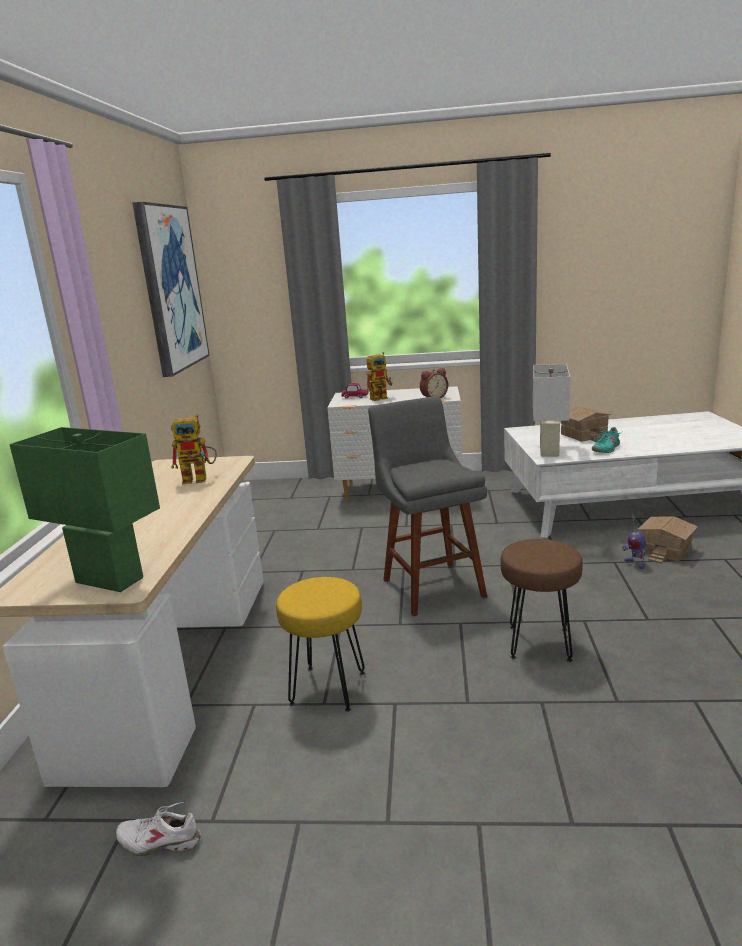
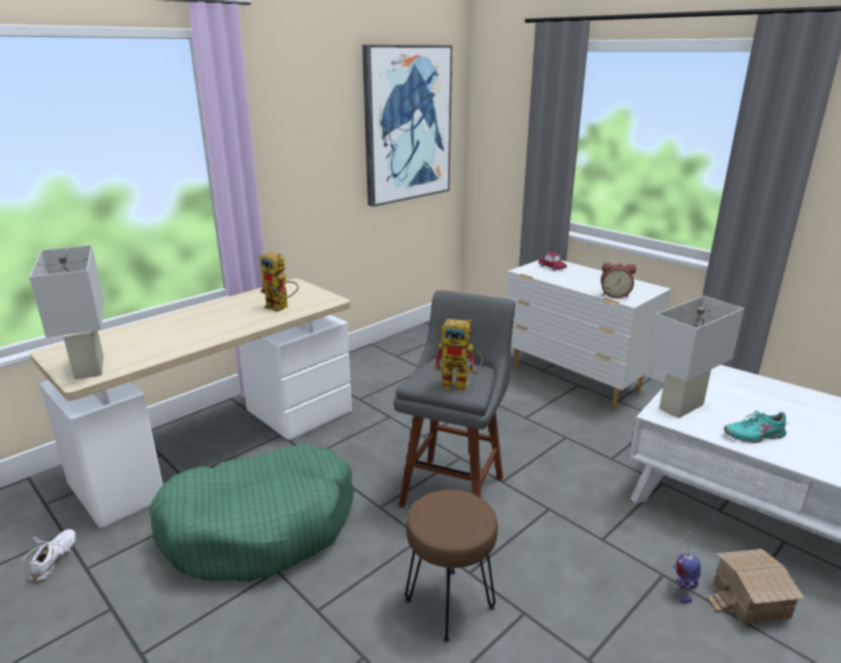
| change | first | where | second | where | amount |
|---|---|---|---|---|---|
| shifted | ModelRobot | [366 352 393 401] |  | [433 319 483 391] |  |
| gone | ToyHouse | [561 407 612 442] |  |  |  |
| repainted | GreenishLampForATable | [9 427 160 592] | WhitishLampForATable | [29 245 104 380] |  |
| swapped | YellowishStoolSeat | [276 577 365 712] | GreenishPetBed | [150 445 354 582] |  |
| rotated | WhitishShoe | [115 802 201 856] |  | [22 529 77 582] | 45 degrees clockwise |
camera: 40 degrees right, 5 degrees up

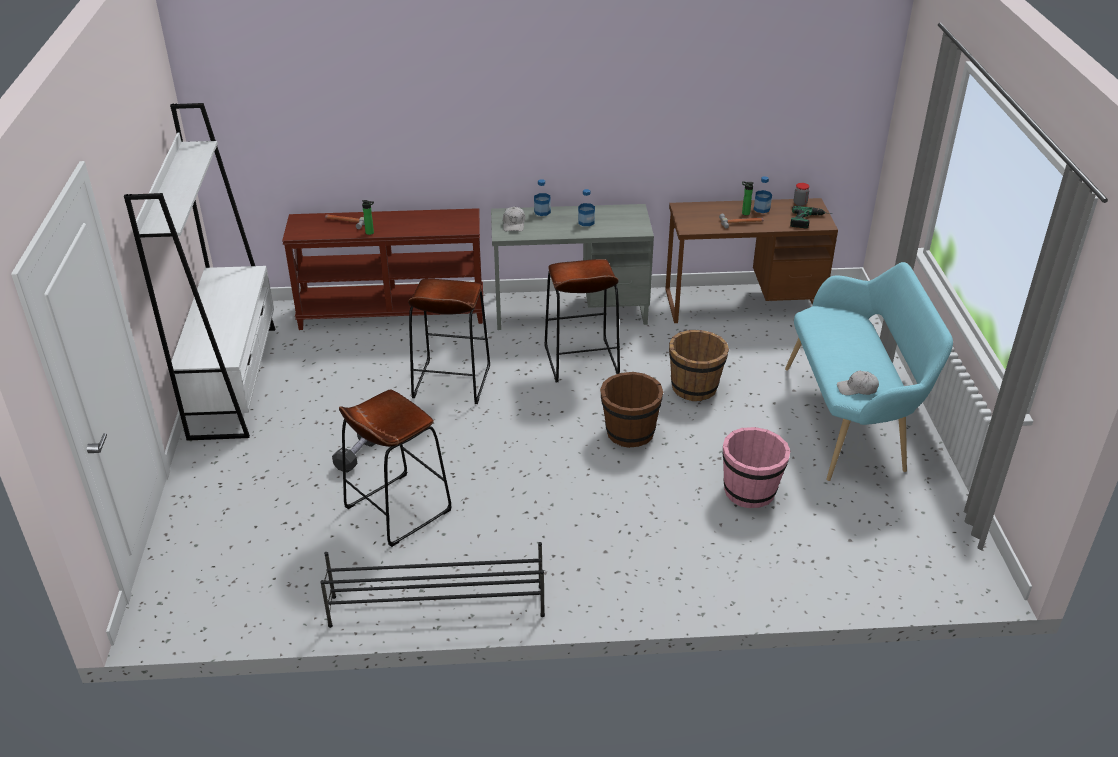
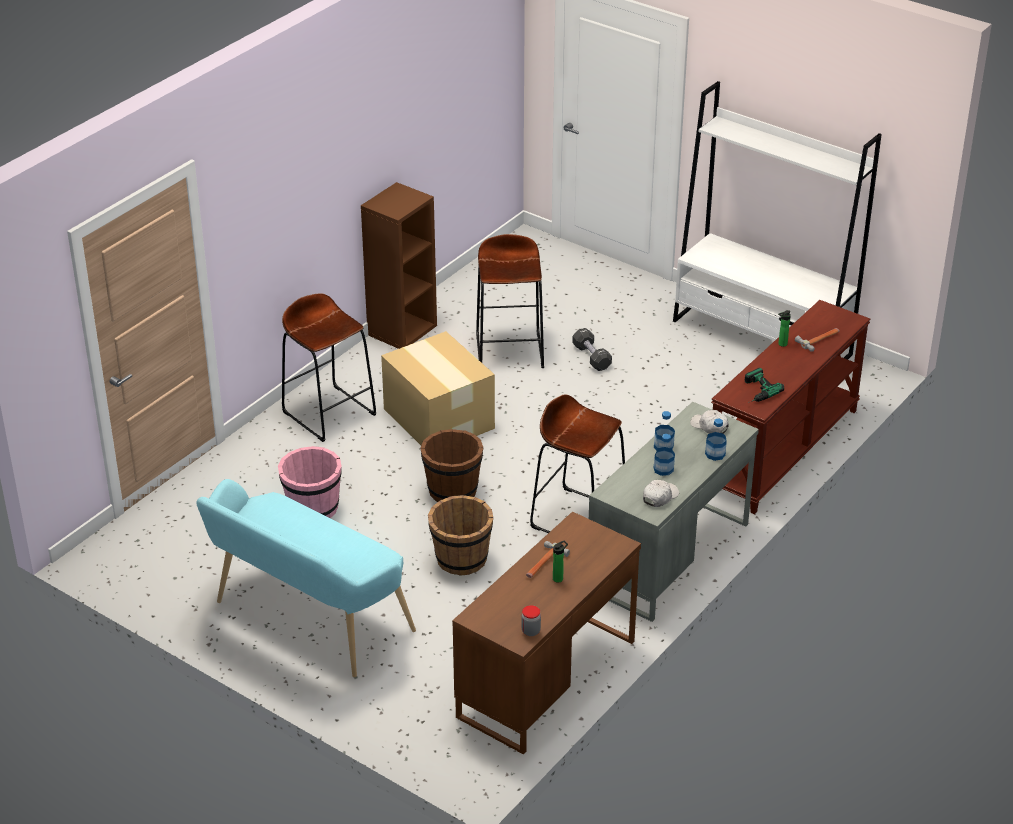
| change | first | where | second | where | amount |
|---|---|---|---|---|---|
| shifted | Bottle | [754 176 772 213] |  | [654 411 675 450] |  |
| shifted | Drill | [790 206 833 228] |  | [745 368 784 403] |  |
| shifted | BrownishStoolSeat | [408 279 490 404] |  | [282 293 376 442] |  |
| shifted | WhitishPeakedCap | [837 371 879 395] |  | [643 480 679 507] |  |
| swapped | BlackColouredShoeRack | [320 542 545 628] | BrownishBookshelf | [361 182 437 349] |  |
| new |  |  | CardboardBox | [381 331 495 445] |  |
camera: 130 degrees right, 0 degrees up

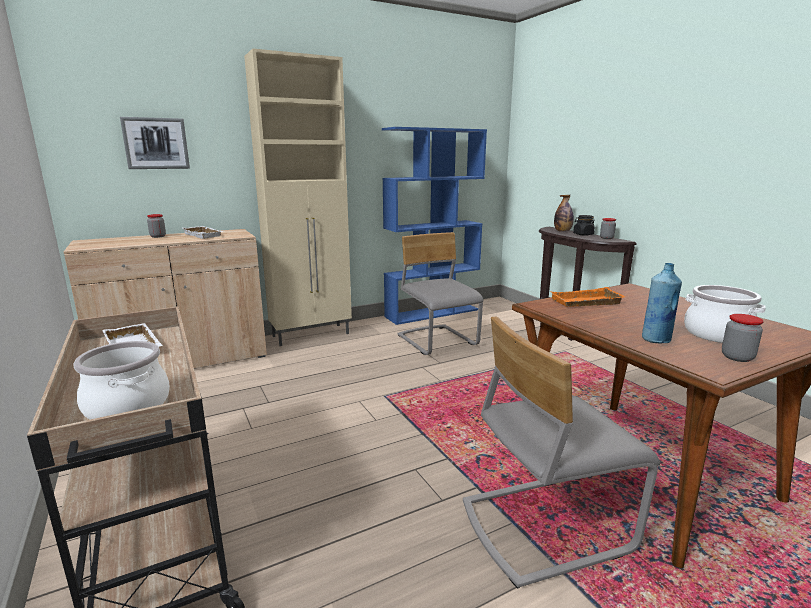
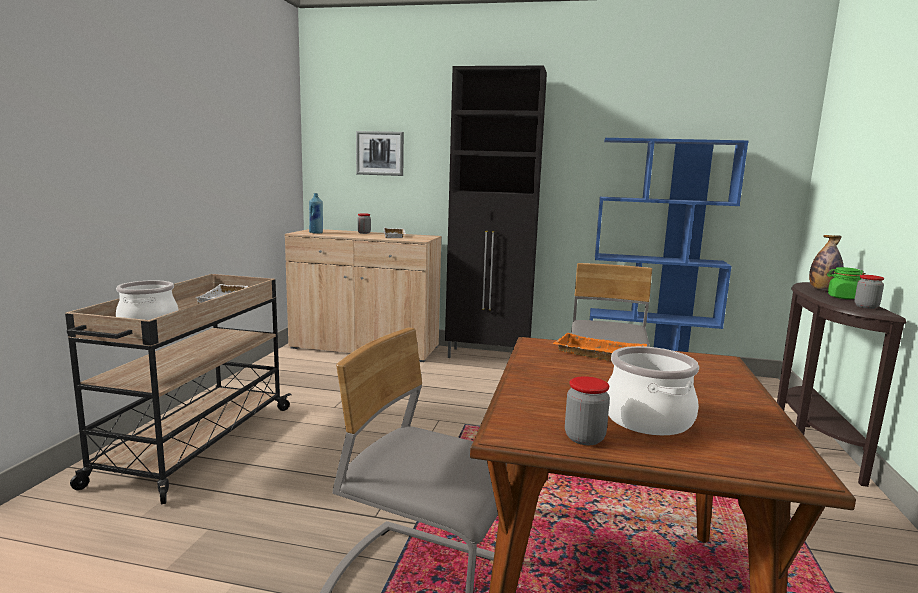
| change | first | where | second | where | amount |
|---|---|---|---|---|---|
| repainted | SandColouredCabinet | [244 48 352 346] | BlackColouredCabinet | [445 66 547 358] |  |
| repainted | BlackColouredPreserveJar | [573 215 595 236] | GreenishPreserveJar | [827 267 865 299] |  |
| shifted | BluishBottle | [642 263 682 343] |  | [309 193 323 234] |  |
camera: 40 degrees right, 5 degrees down

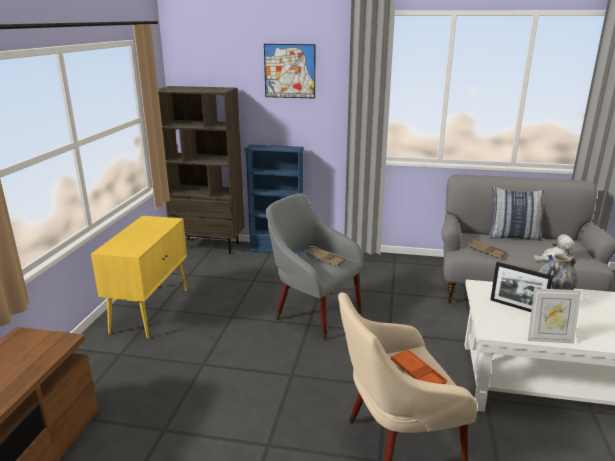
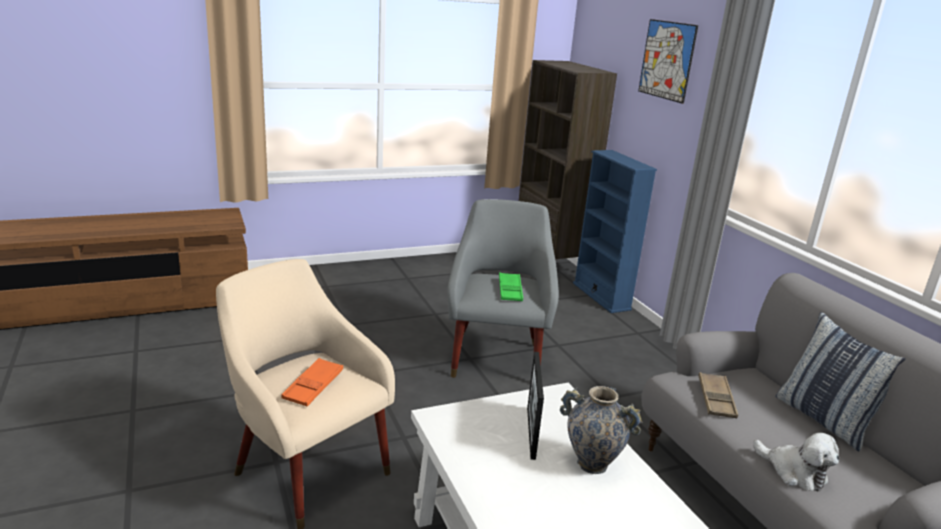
| change | first | where | second | where | amount |
|---|---|---|---|---|---|
| gone | YellowishCabinet | [91 216 188 339] |  |  |  |
| repainted | BrownishTray | [306 247 346 266] | GreenishTray | [499 272 523 301] |  |
| gone | PictureFrame | [528 288 581 344] |  |  |  |
camera: 55 degrees right, 0 degrees up

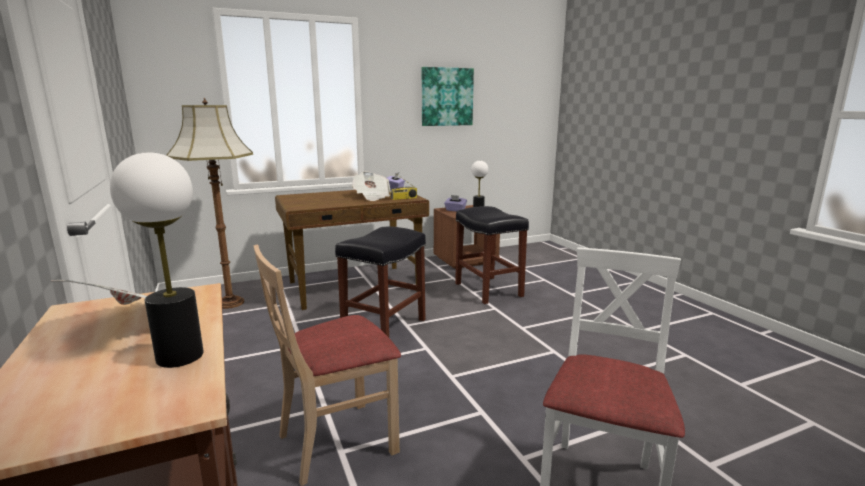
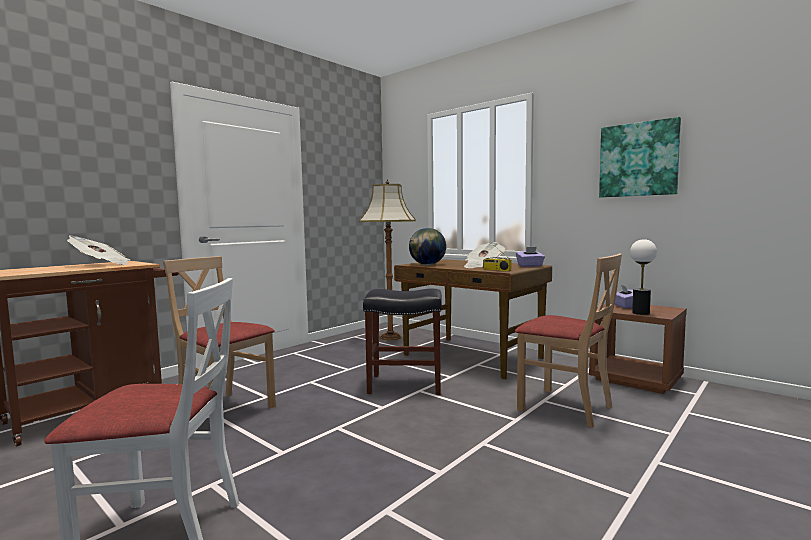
| change | first | where | second | where | amount |
|---|---|---|---|---|---|
| gone | LampForATable | [110 152 204 368] |  |  |  |
| swapped | BlackColouredStoolSeat | [455 206 529 304] | SandColouredUprightChair | [515 253 622 428] |  |
| new |  |  | DeskGlobe | [409 228 446 265] |  |
camera: 65 degrees right, 10 degrees down

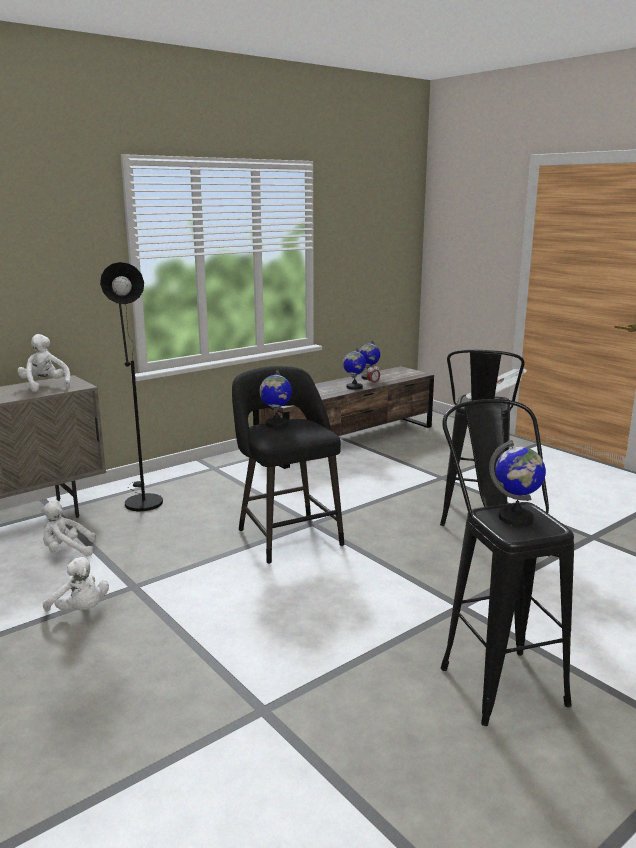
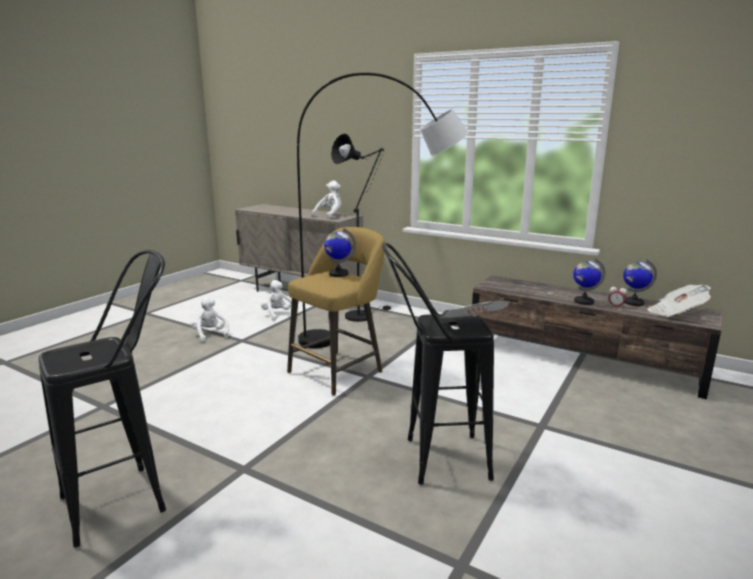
| change | first | where | second | where | amount |
|---|---|---|---|---|---|
| repainted | BlackColouredStoolSeat | [232 366 344 564] | YellowishStoolSeat | [287 227 385 396] |  |
| gone | DeskGlobe | [489 440 546 526] |  |  |  |
| rotated | WhitishSoftToy | [43 557 109 612] |  | [191 296 229 342] | 135 degrees clockwise |
| new |  |  | GrayFloorLamp | [297 72 469 348] |  |
| new |  |  | Newspaper | [648 285 711 317] |  |
camera: 70 degrees right, 0 degrees up

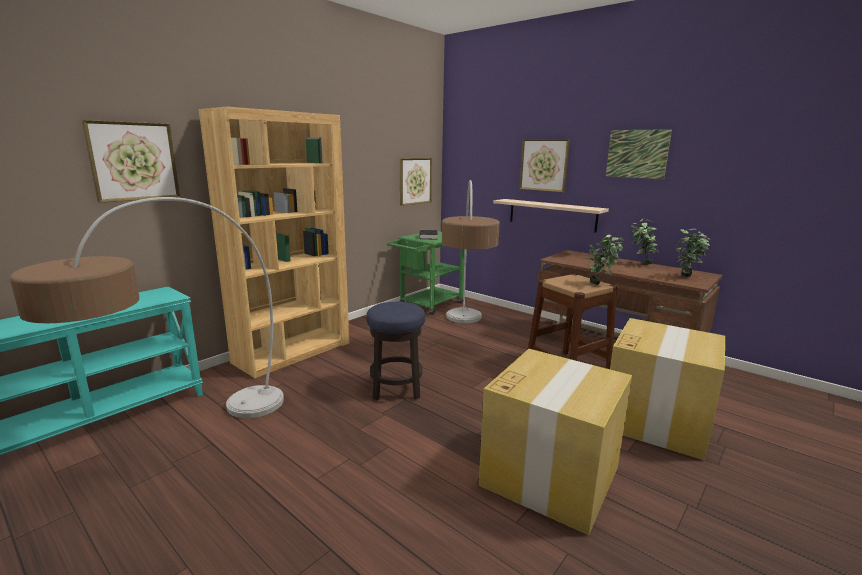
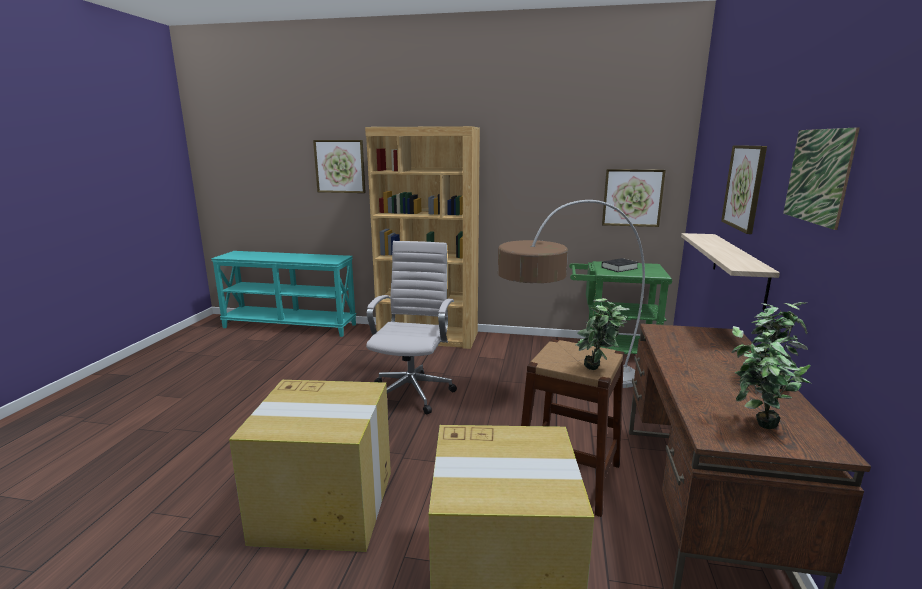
| change | first | where | second | where | amount |
|---|---|---|---|---|---|
| gone | FloorLamp | [9 197 284 418] |  |  |  |
| swapped | StoolSeat | [366 302 425 400] | WhitishComputerChair | [366 241 457 415] |  |
camera: 60 degrees right, 0 degrees up

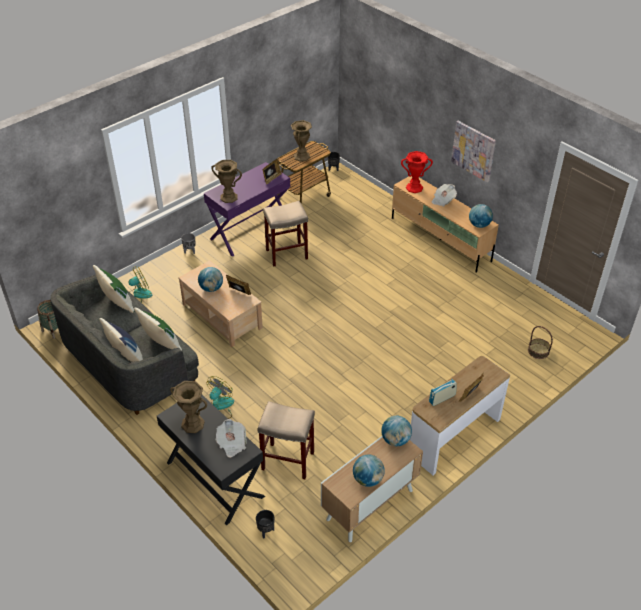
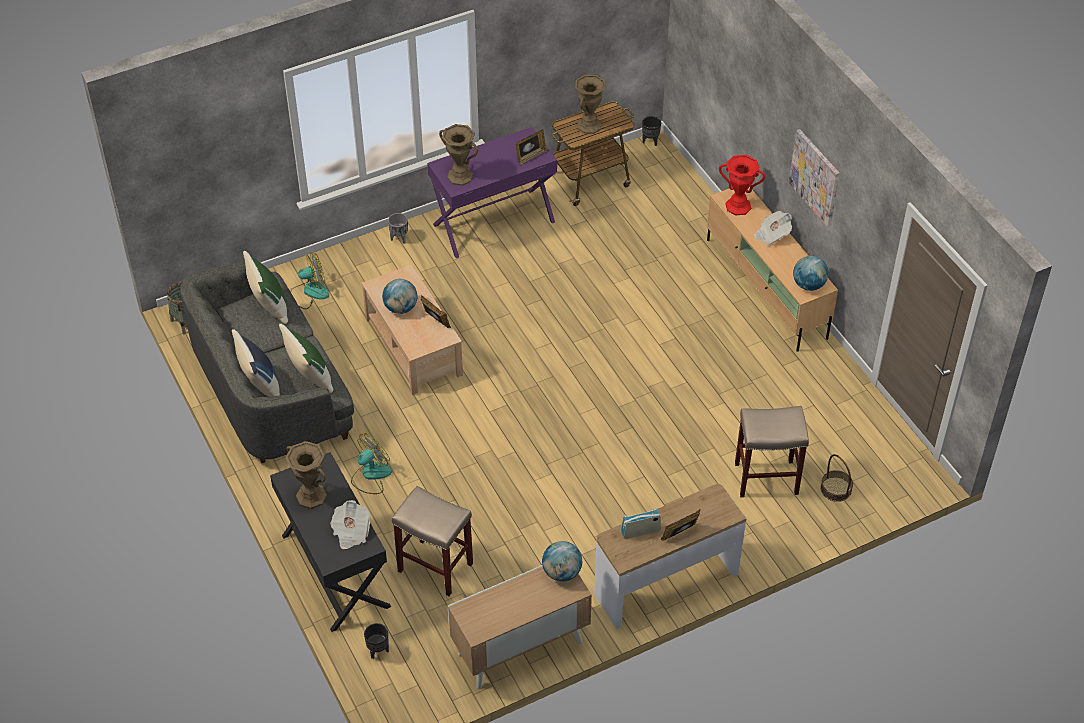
| change | first | where | second | where | amount |
|---|---|---|---|---|---|
| shifted | SandColouredStoolSeat | [263 201 308 267] |  | [735 406 809 497] |  |
| gone | DeskGlobe | [353 454 385 487] |  |  |  |
camera: 15 degrees right, 5 degrees up

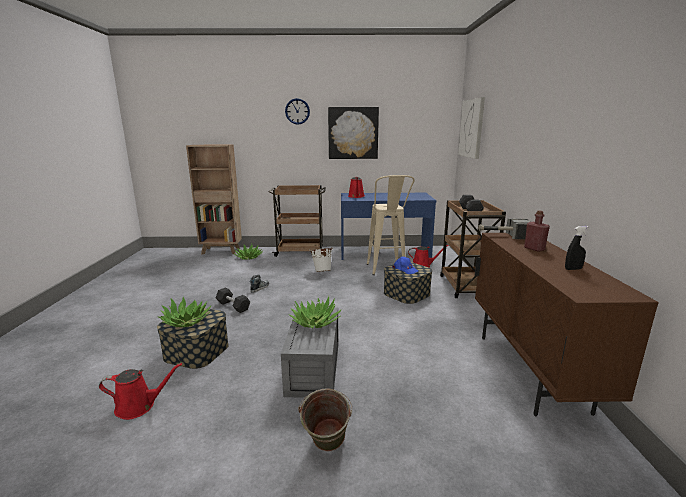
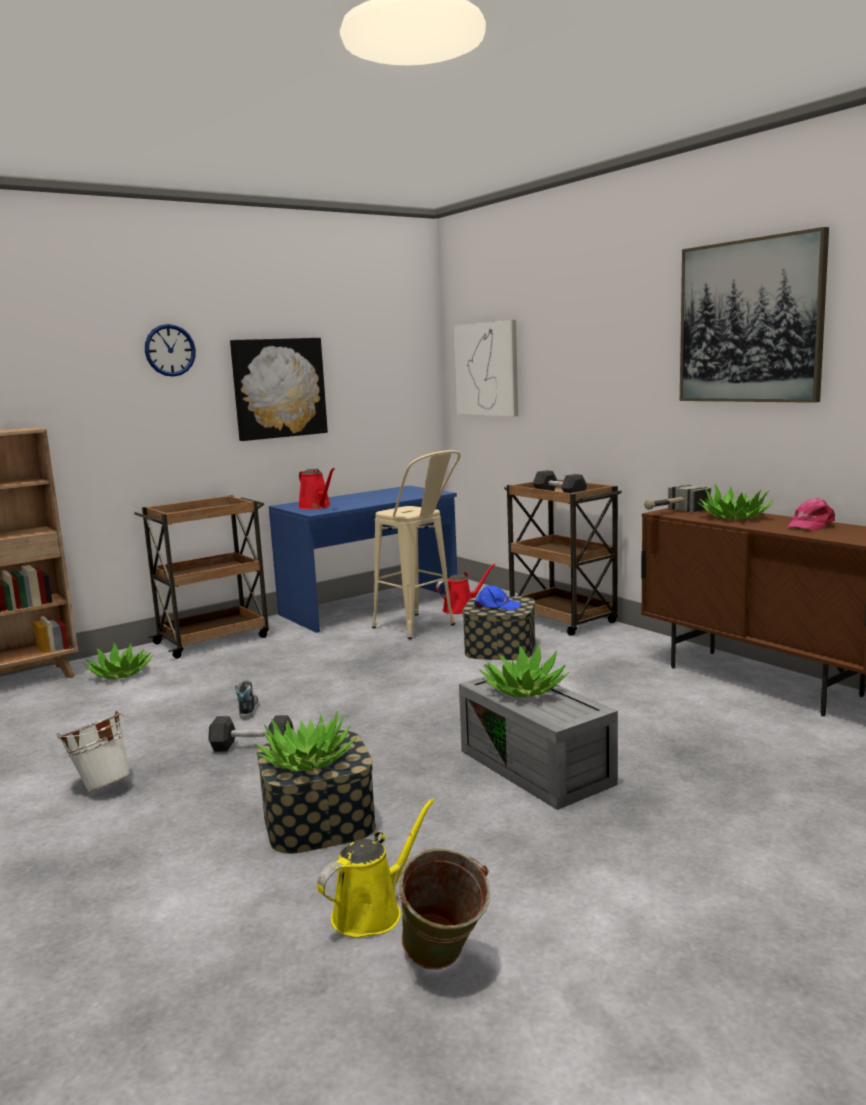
| change | first | where | second | where | amount |
|---|---|---|---|---|---|
| swapped | ReddishBottle | [524 210 550 252] | PlantInAPot | [697 484 774 519] |  |
| swapped | BlackColouredHandSprayer | [565 226 589 270] | PinkishPeakedCap | [787 498 835 531] |  |
| shifted | WhitishWaterBucket | [310 248 333 272] |  | [56 711 131 792] |  |
| repainted | ReddishSprinklingCan | [99 363 182 420] | YellowishSprinklingCan | [317 798 435 938] |  |
| shifted | GreenishWaterBucket | [298 388 352 451] |  | [394 848 491 970] |  |
| new |  |  | WallPicture | [680 227 829 403] |  |
camera: 35 degrees left, 5 degrees down

